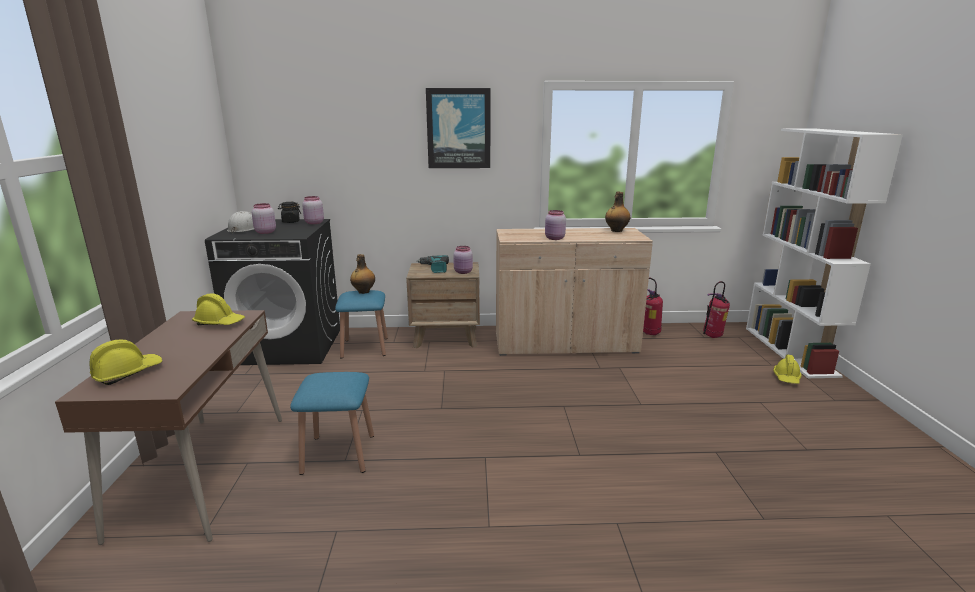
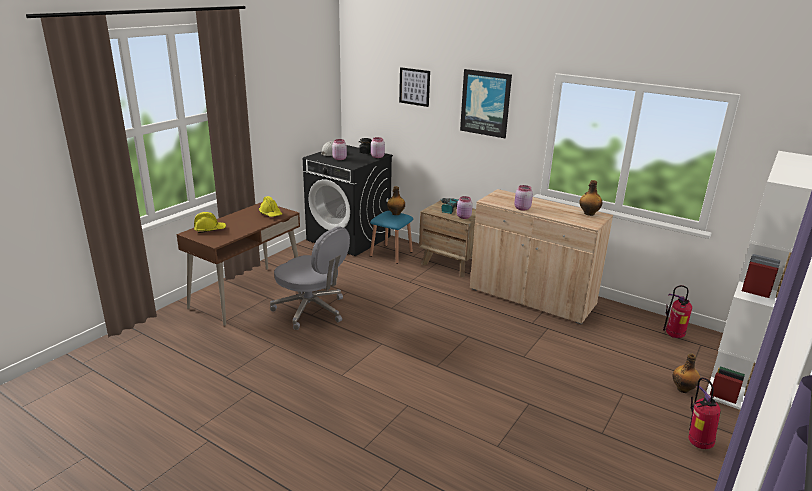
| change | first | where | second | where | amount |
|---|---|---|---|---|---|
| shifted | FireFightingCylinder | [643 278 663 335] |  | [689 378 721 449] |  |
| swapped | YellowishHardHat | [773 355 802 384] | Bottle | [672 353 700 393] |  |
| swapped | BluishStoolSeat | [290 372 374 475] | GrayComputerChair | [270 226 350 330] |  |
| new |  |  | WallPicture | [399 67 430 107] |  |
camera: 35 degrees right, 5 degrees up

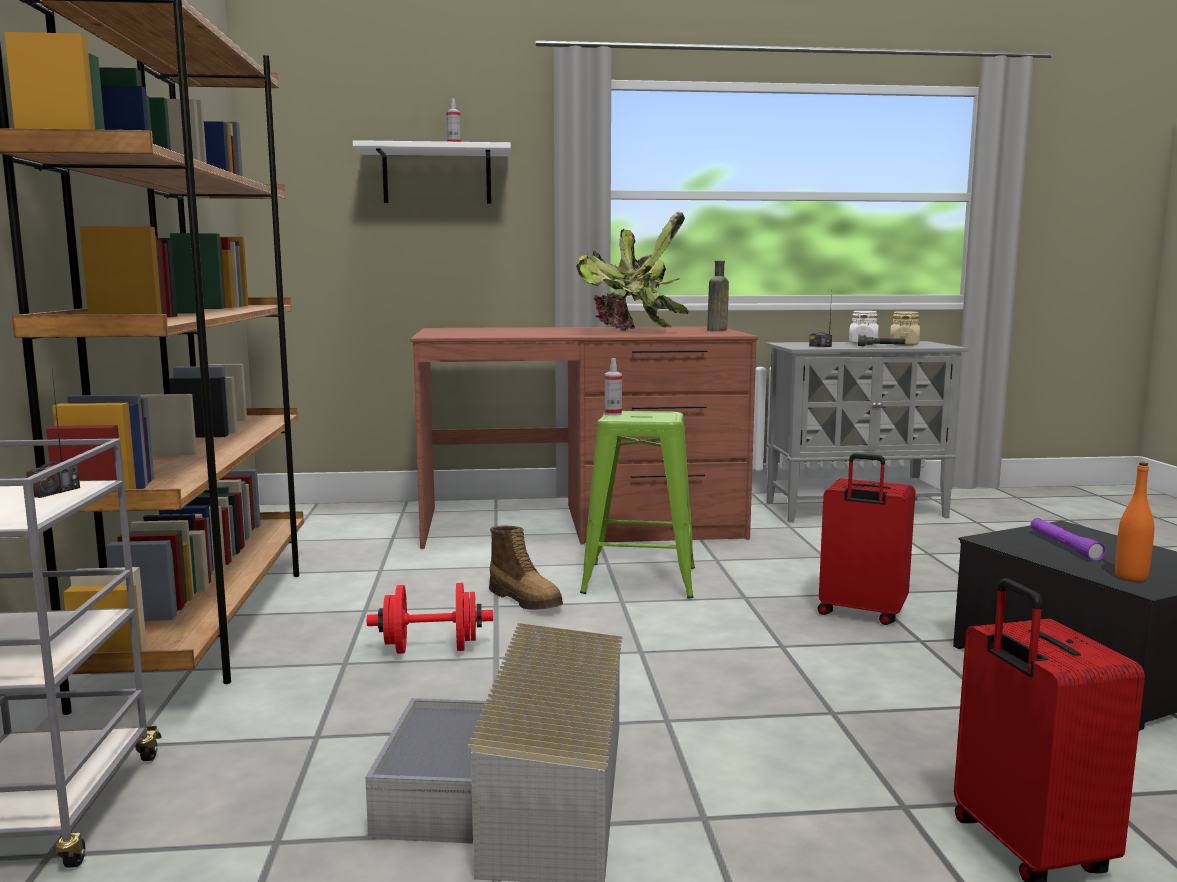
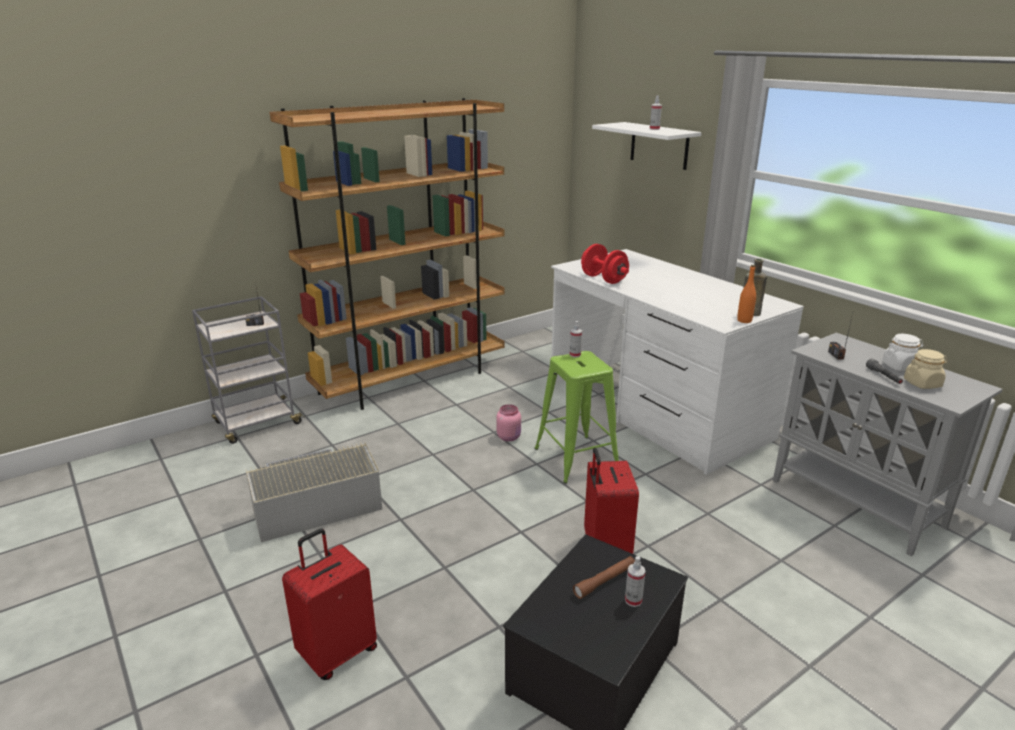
| change | first | where | second | where | amount |
|---|---|---|---|---|---|
| gone | PlantInAPot | [576 212 689 331] |  |  |  |
| repainted | BrownishDeskUnit | [410 326 758 549] | WhitishDeskUnit | [551 249 804 475] |  |
| shifted | OrangeColouredBottle | [1115 462 1154 582] |  | [737 265 756 323] |  |
| repainted | PurplishTorch | [1031 518 1106 561] | BrownishTorch | [573 556 635 599] |  |
| swapped | Boot | [489 526 563 610] | PinkishPreserveJar | [496 404 521 441] |  |
| shifted | ReddishDumbbell | [367 583 493 654] |  | [581 244 629 284] |  |
| new |  |  | HandSprayer | [625 556 646 607] |  |
camera: 60 degrees right, 15 degrees up

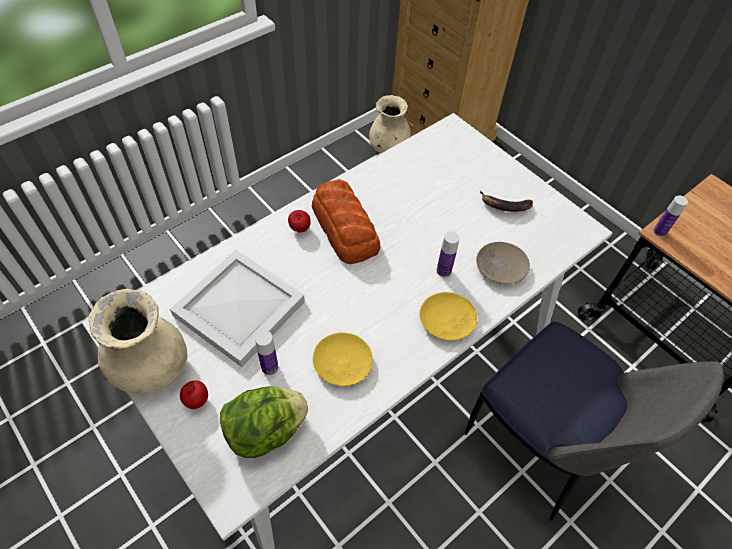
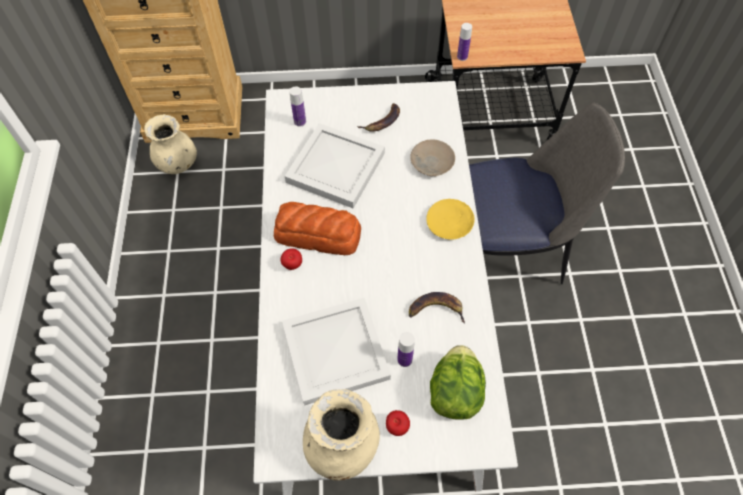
| change | first | where | second | where | amount |
|---|---|---|---|---|---|
| shifted | Bottle | [437 232 460 277] |  | [289 87 306 127] |  |
| swapped | YellowishFlatDish | [313 332 373 386] | BananaFruit | [409 292 465 323] |  |
| new |  |  | WhitishTray | [285 123 385 208] |  |
camera: 50 degrees left, 5 degrees up

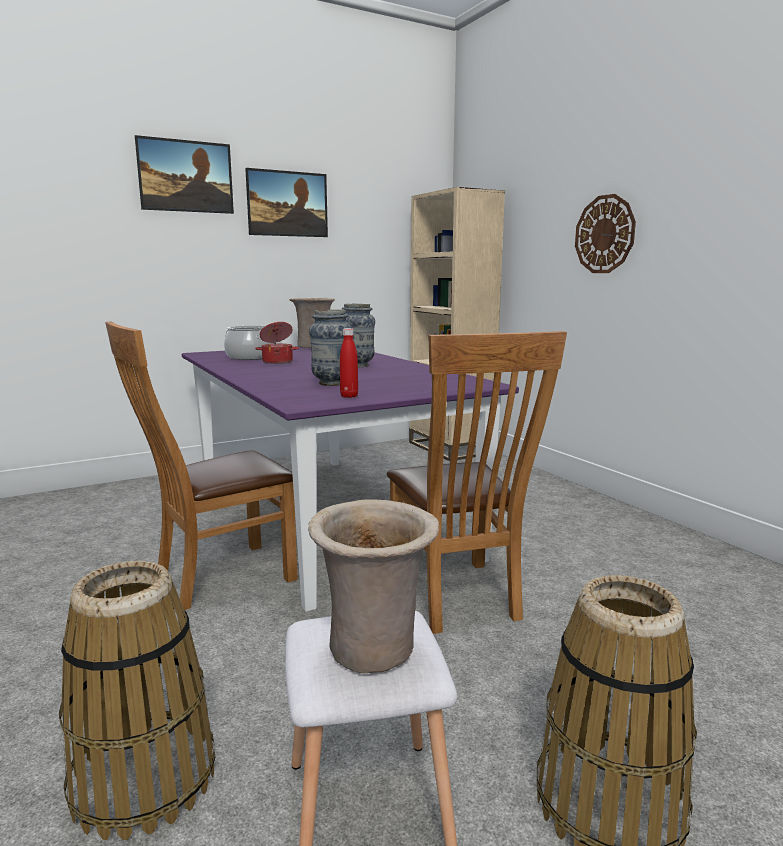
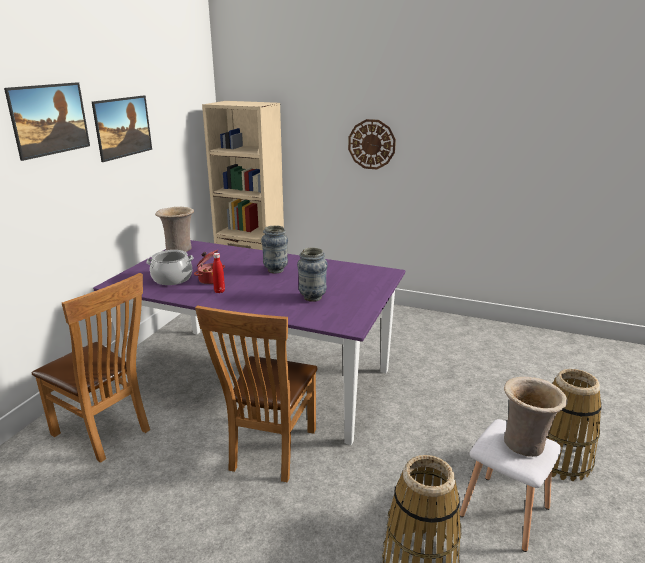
| change | first | where | second | where | amount |
|---|---|---|---|---|---|
| shifted | ReddishBottle | [340 328 358 398] |  | [212 253 225 293] |  |
| shifted | BrownishUprightChair | [387 331 567 634] |  | [32 273 150 463] |  |
camera: 40 degrees left, 10 degrees up

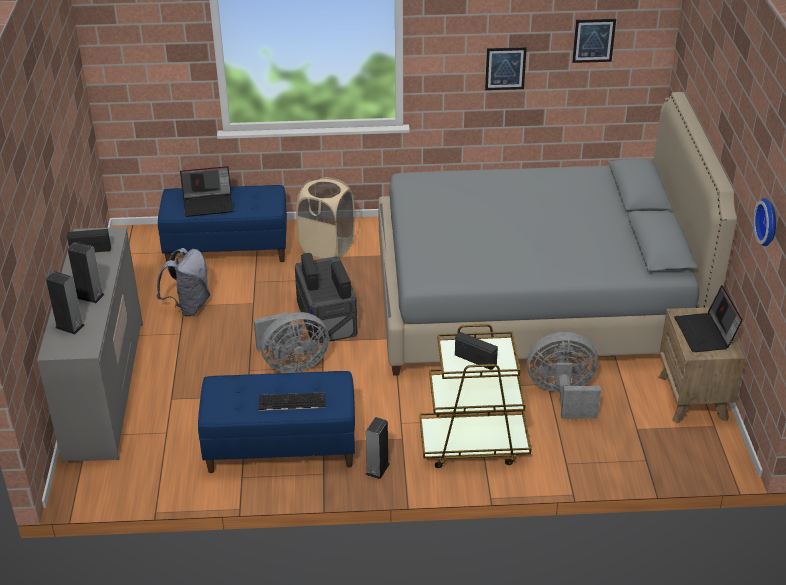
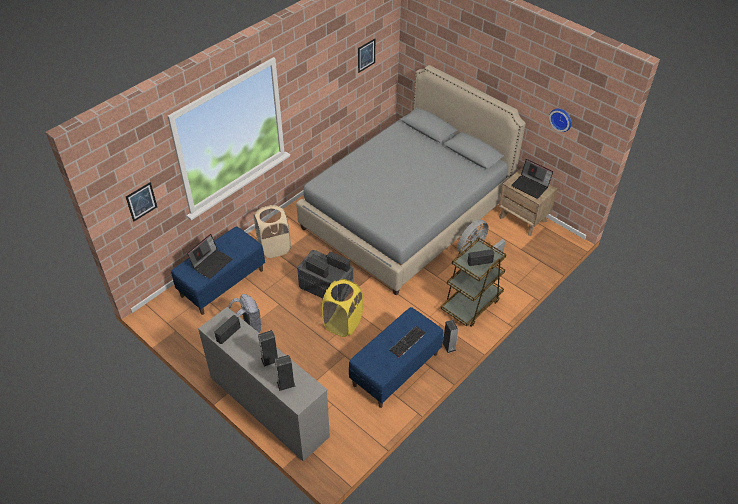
| change | first | where | second | where | amount |
|---|---|---|---|---|---|
| shifted | WallPicture | [485 47 527 90] |  | [126 182 157 222] |  |
| swapped | GrayElectricFan | [254 312 329 373] | YellowishWashingBasket | [322 279 363 337] |  |
camera: 45 degrees left, 10 degrees up

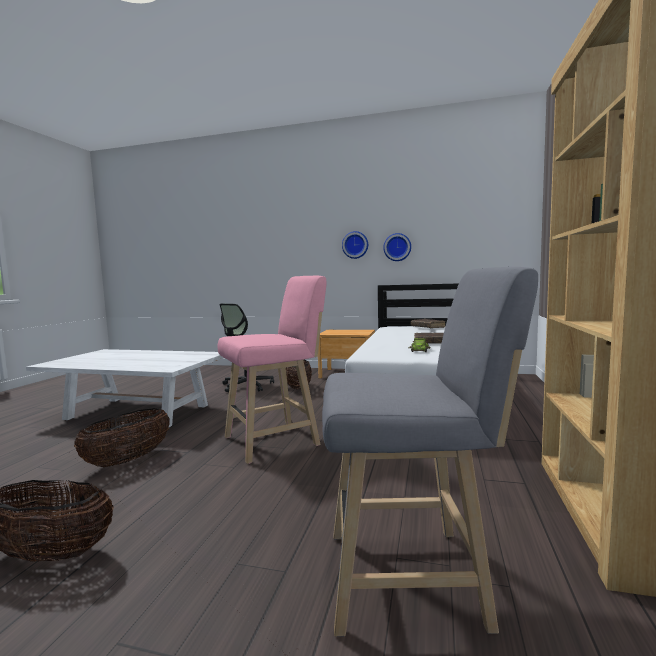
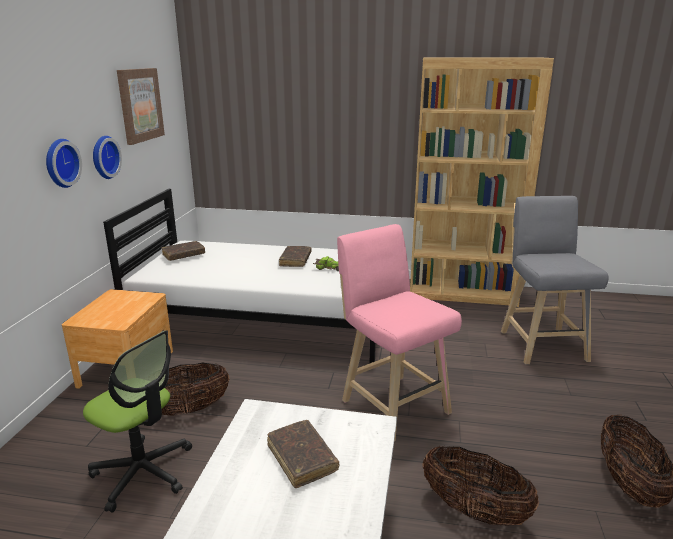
| change | first | where | second | where | amount |
|---|---|---|---|---|---|
| new |  |  | WallPicture | [117 68 165 145] |  |
| new |  |  | BrownishBook | [267 420 339 488] |  |
camera: 95 degrees left, 15 degrees up

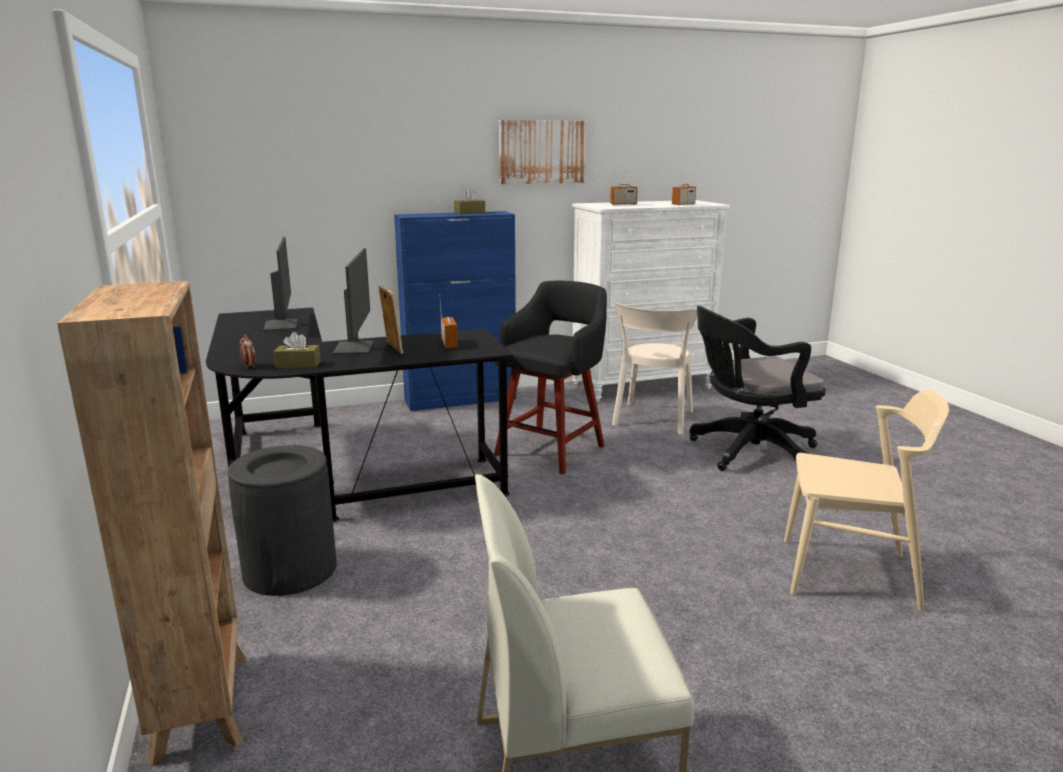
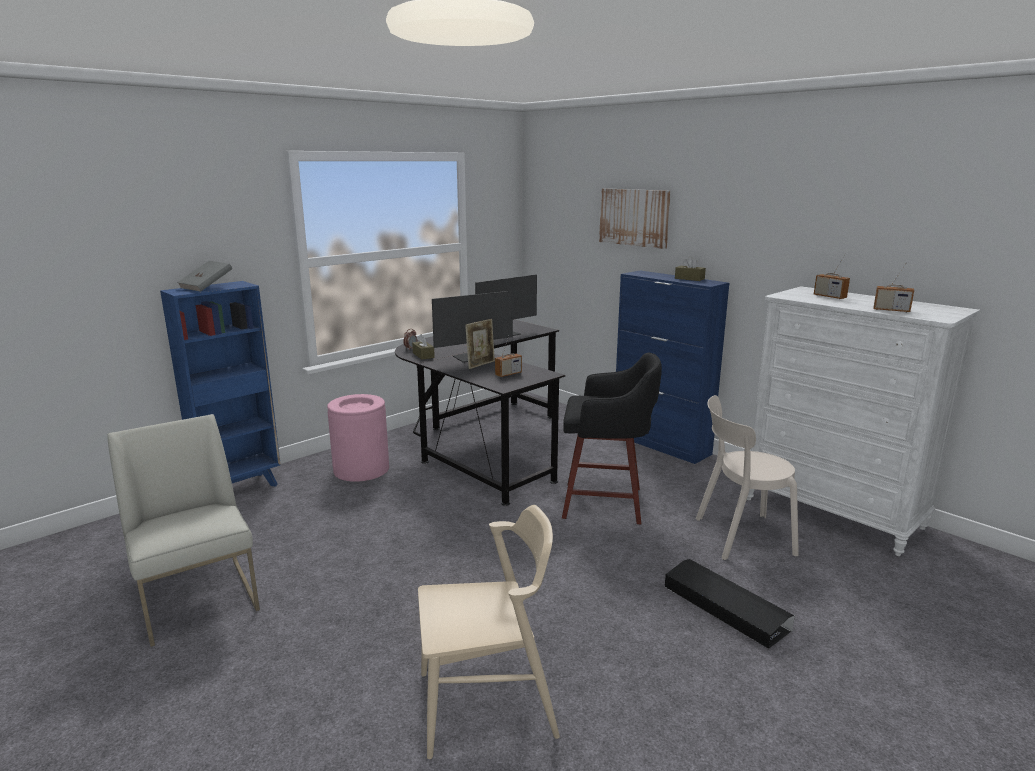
| change | first | where | second | where | amount |
|---|---|---|---|---|---|
| shifted | WallPicture | [499 120 587 184] |  | [599 188 671 249] |  |
| repainted | BrownishBookshelf | [57 281 246 766] | BluishBookshelf | [160 281 281 487] |  |
| swapped | BlackColouredComputerChair | [690 306 826 471] | BlackColouredStorageBox | [665 559 795 649] |  |
| rotated | SandColouredUprightChair | [784 389 949 612] |  | [418 505 560 759] | 90 degrees counterclockwise |
| repainted | BlackColouredTrashCan | [228 445 336 596] | PinkishTrashCan | [327 394 389 482] |  |
| new |  |  | GrayBook | [177 261 232 292] |  |
camera: 65 degrees right, 0 degrees up

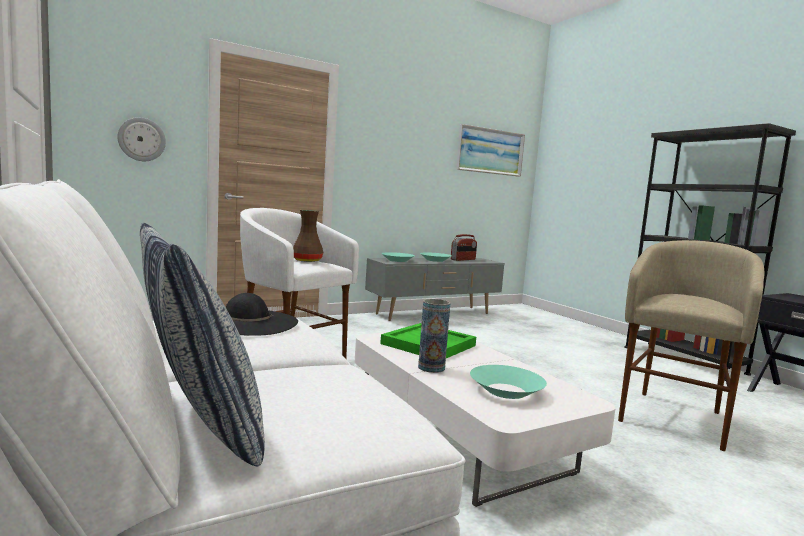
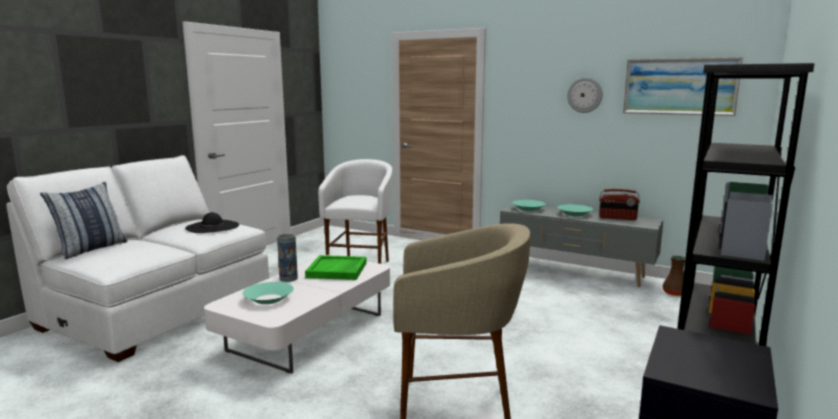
| change | first | where | second | where | amount |
|---|---|---|---|---|---|
| shifted | HangingClock | [118 117 166 161] |  | [567 77 603 113] |  |
| shifted | BrownishVase | [293 210 324 262] |  | [662 255 686 296] |  |
camera: 60 degrees right, 5 degrees up

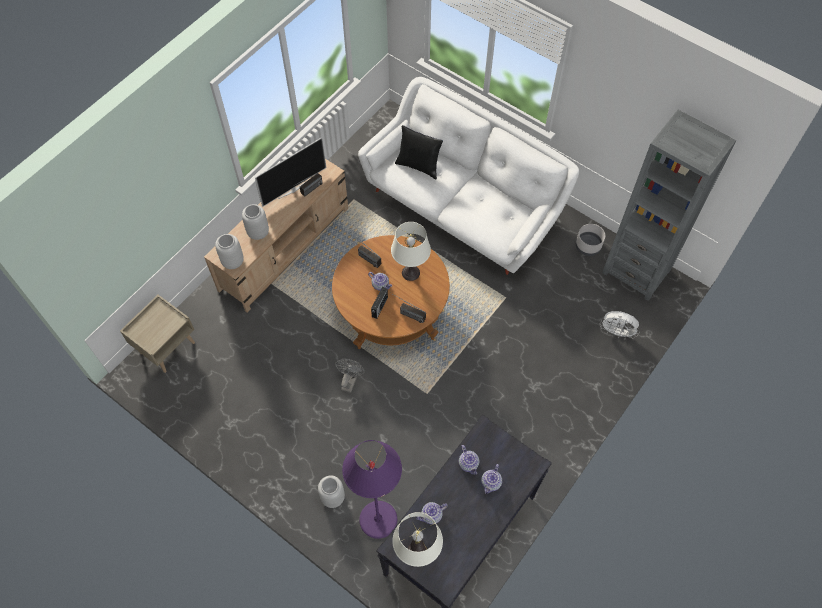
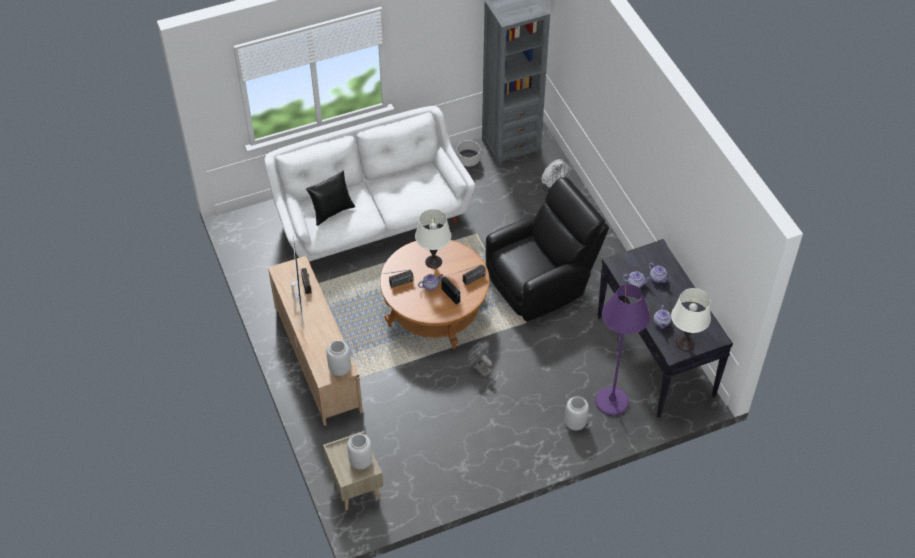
| change | first | where | second | where | amount |
|---|---|---|---|---|---|
| shifted | GrayVase | [242 204 269 240] |  | [347 434 372 470] |  |
| new |  |  | BlackColouredLoungeChair | [486 177 609 321] |  |
camera: 60 degrees left, 10 degrees down

